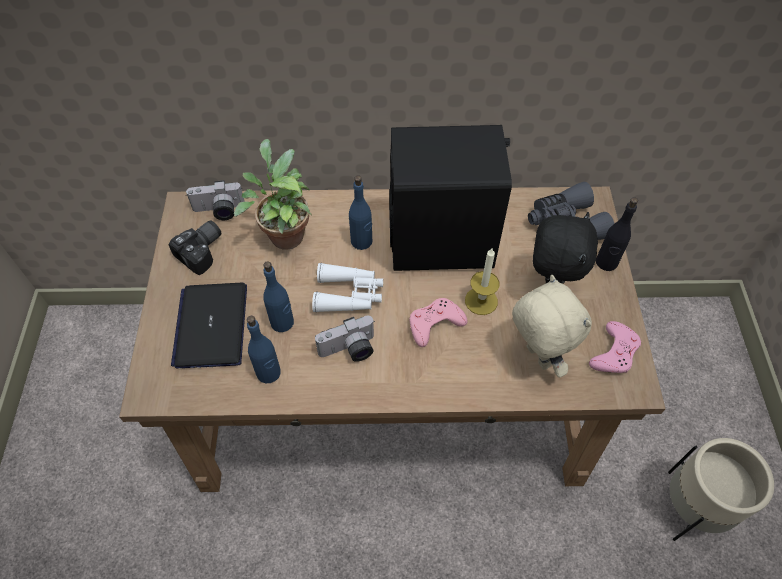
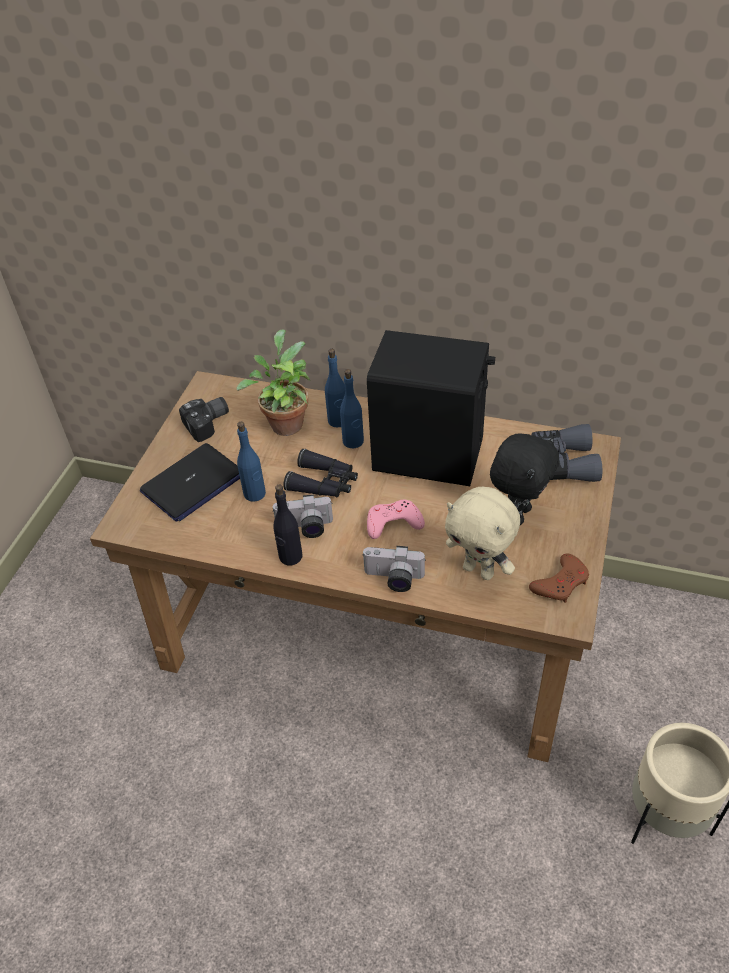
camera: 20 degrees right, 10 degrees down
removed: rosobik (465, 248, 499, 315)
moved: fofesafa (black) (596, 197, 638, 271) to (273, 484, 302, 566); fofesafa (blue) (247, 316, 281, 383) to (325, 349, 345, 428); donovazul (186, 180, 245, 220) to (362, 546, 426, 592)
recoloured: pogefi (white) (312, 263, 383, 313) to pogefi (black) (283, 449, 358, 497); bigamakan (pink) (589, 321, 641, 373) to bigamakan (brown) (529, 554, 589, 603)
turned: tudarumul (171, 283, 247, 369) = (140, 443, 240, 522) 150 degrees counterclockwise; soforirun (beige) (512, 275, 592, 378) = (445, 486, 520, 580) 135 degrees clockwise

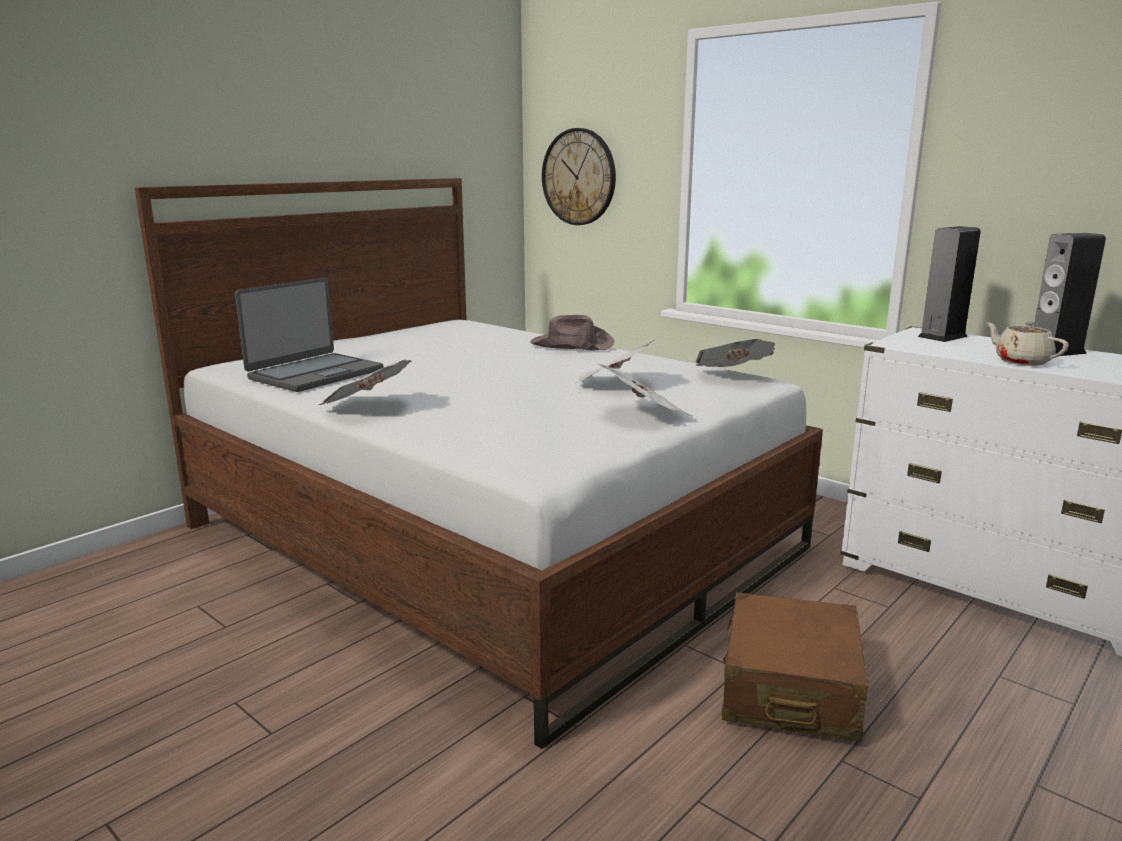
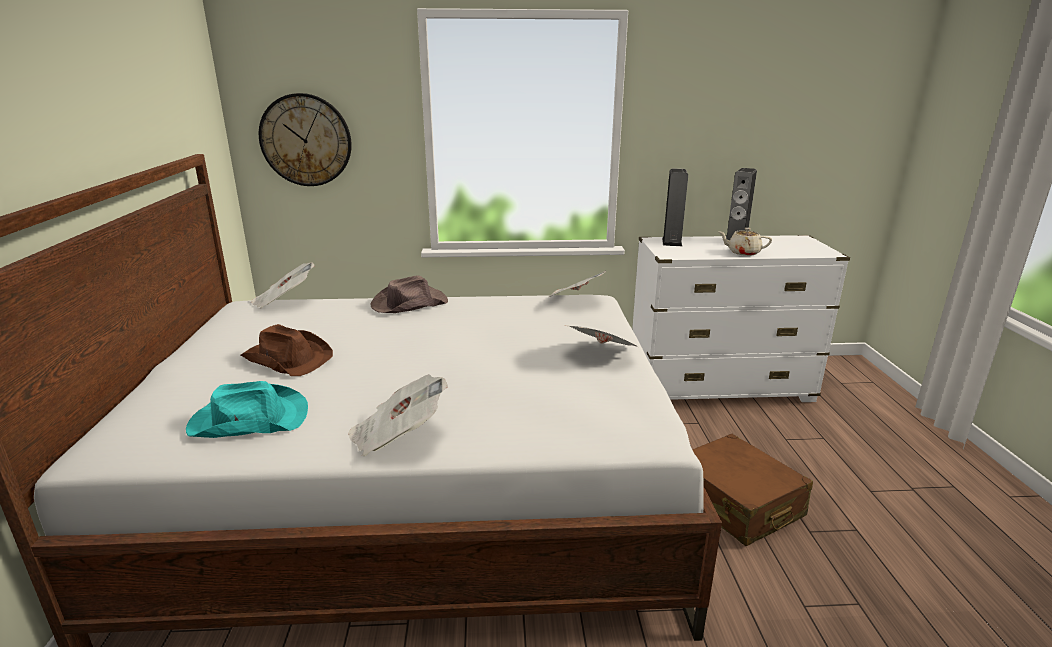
camera: 45 degrees left, 5 degrees up
added: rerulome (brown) (241, 324, 333, 376)
moved: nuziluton (576, 339, 657, 383) to (251, 262, 314, 309)
replaced: tudarumul (235, 278, 383, 392) to rerulome (turquoise) (186, 381, 308, 438)

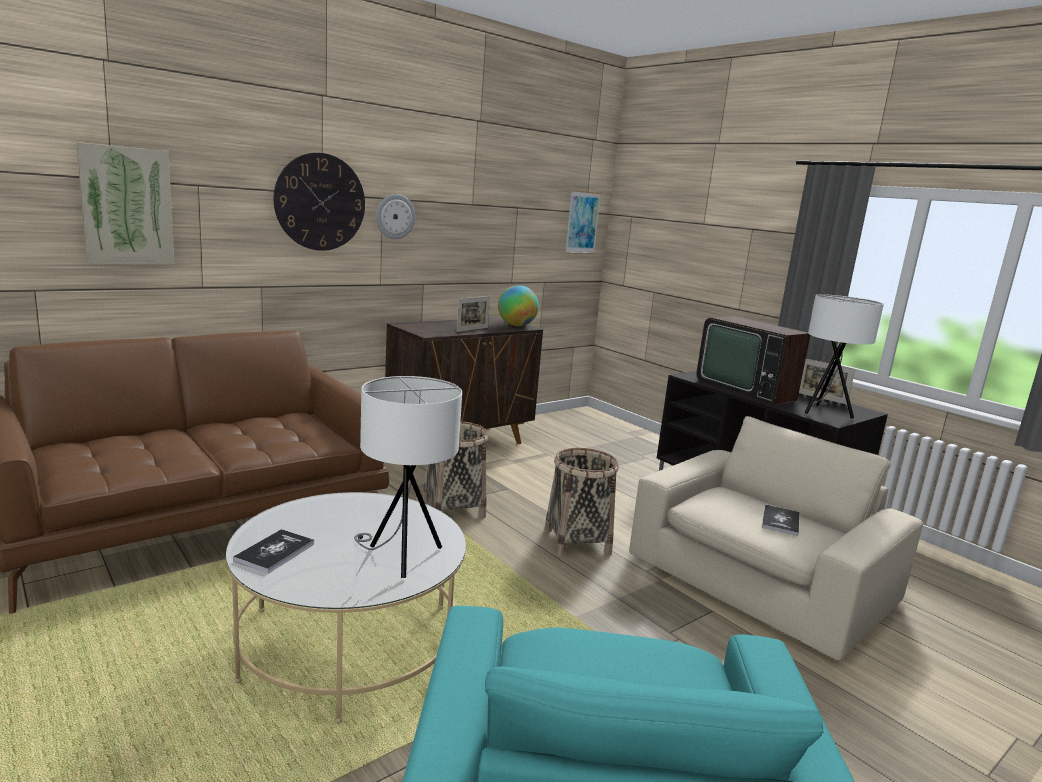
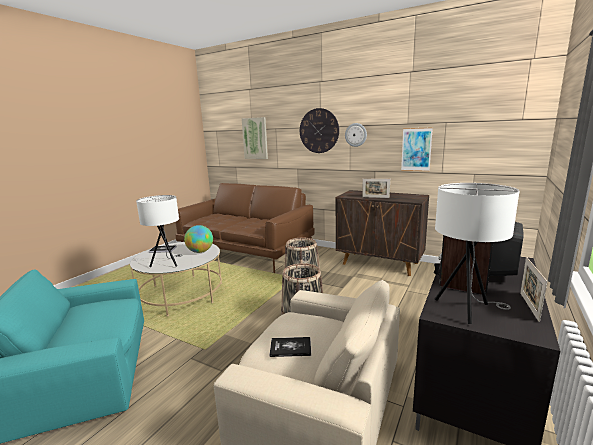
camera: 70 degrees right, 0 degrees up
moved: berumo (498, 285, 539, 326) to (184, 225, 213, 253); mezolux (565, 190, 601, 254) to (401, 127, 433, 171)

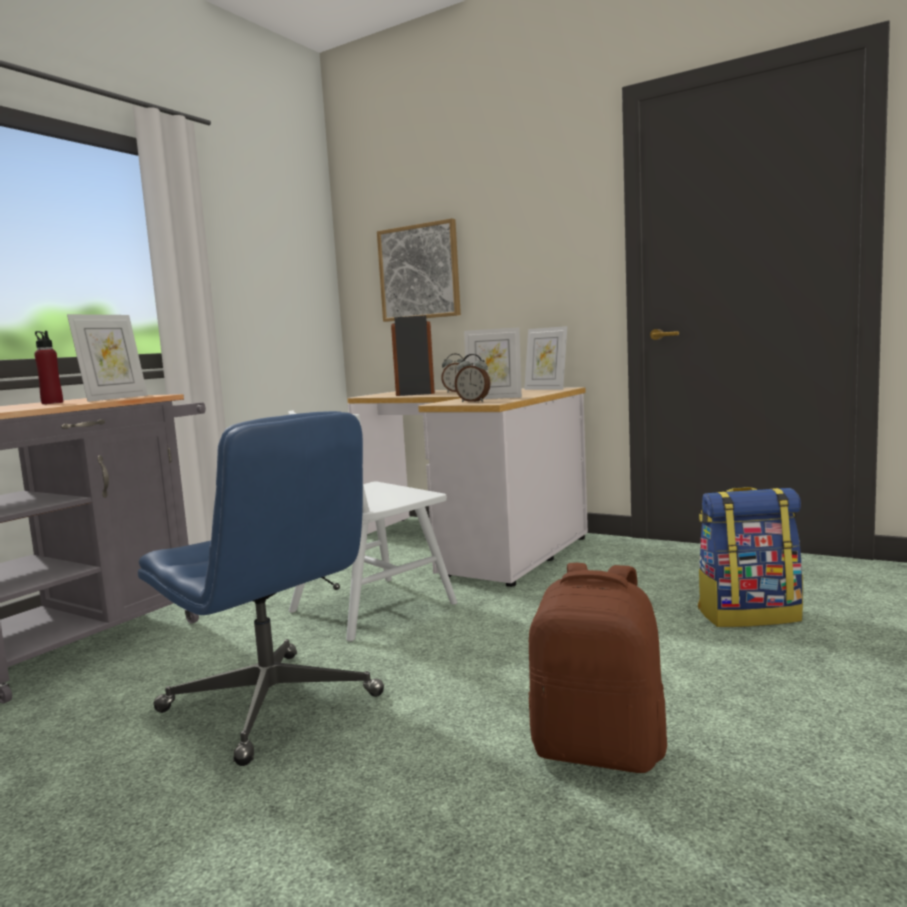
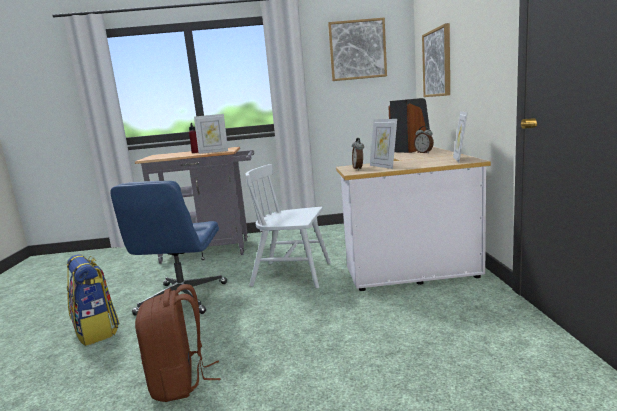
camera: 55 degrees right, 5 degrees up
added: mezolux (328, 18, 387, 81)
moved: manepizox (698, 487, 803, 627) to (67, 254, 120, 346)

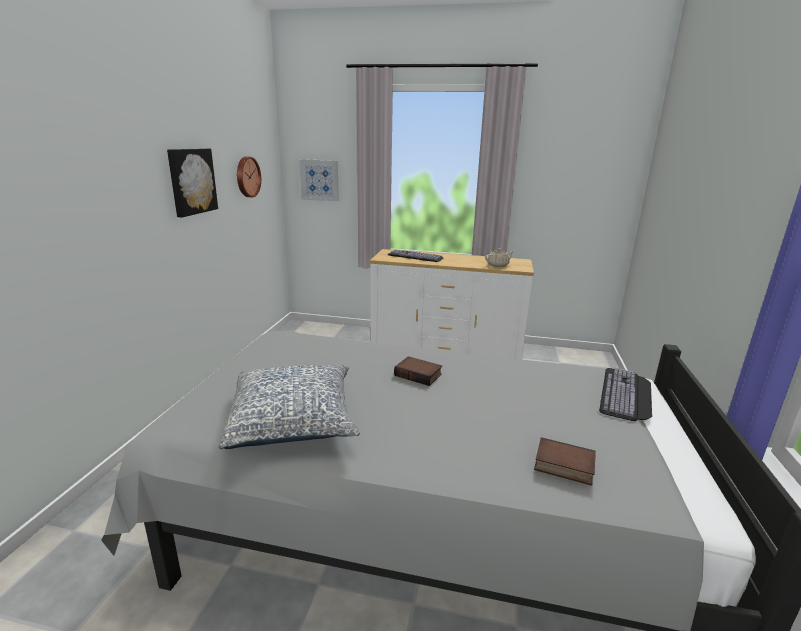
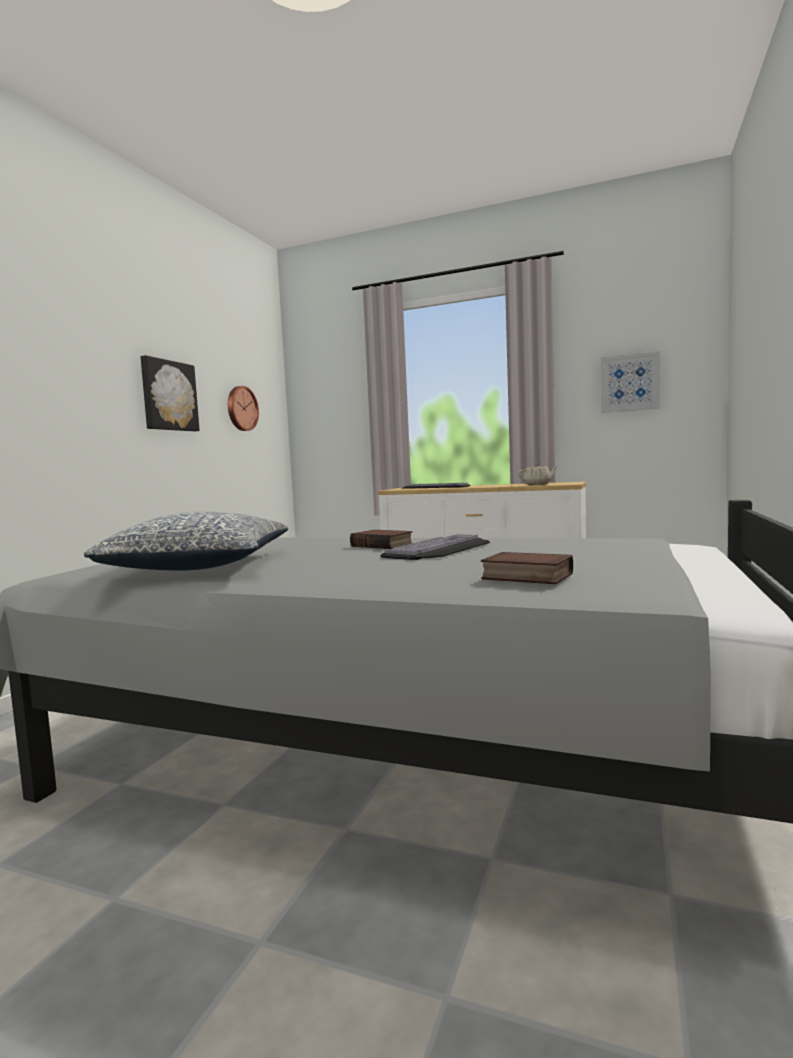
camera: 10 degrees right, 15 degrees down
moved: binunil (599, 368, 652, 421) to (380, 534, 490, 560); mezolux (299, 159, 339, 201) to (601, 351, 660, 413)

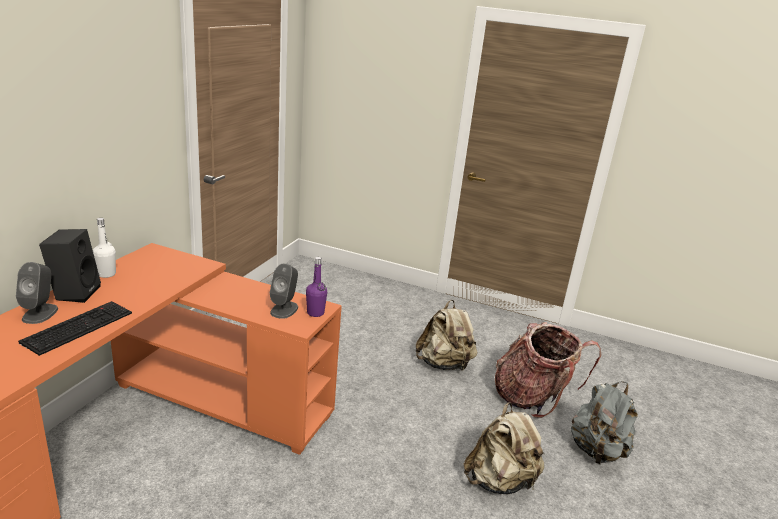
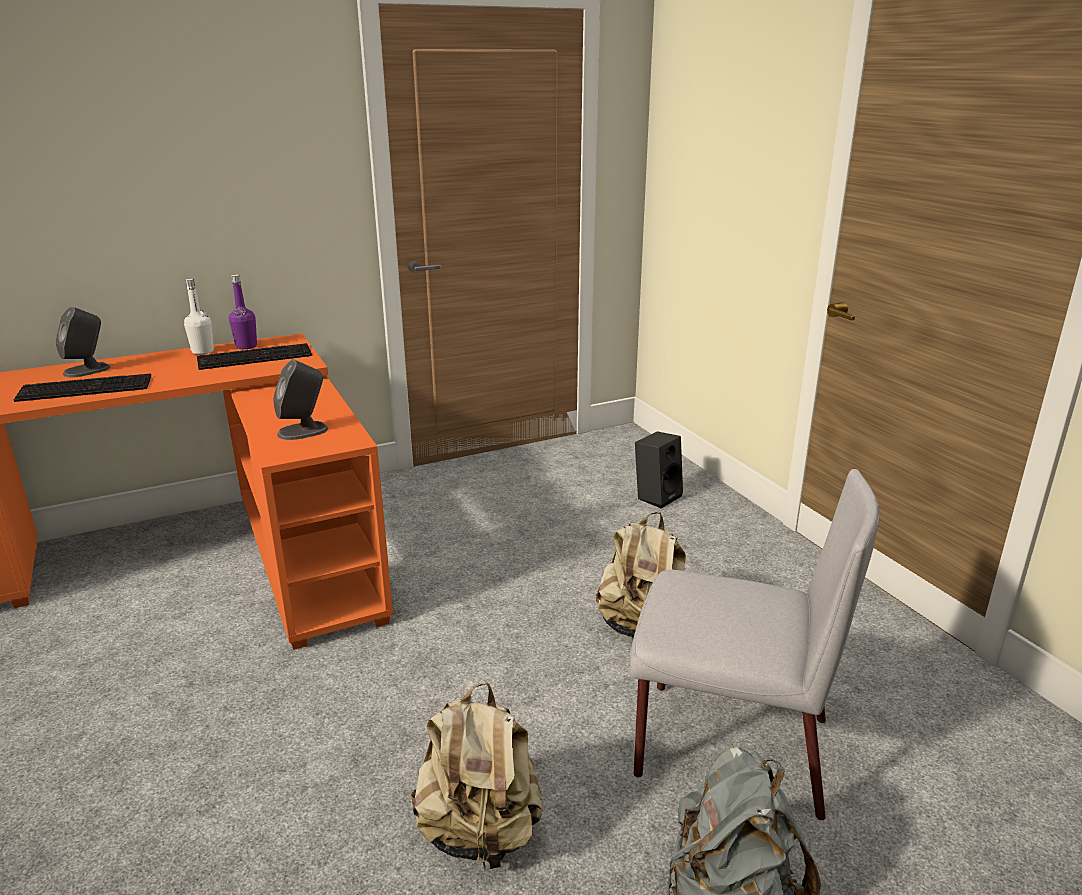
camera: 45 degrees right, 0 degrees up
added: binunil (197, 343, 312, 370)
moved: fofesafa (purple) (306, 257, 327, 317) to (229, 274, 257, 349); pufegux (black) (39, 229, 101, 303) to (635, 431, 683, 508)
replaced: manepizox (495, 322, 601, 418) to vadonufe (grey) (630, 469, 880, 820)

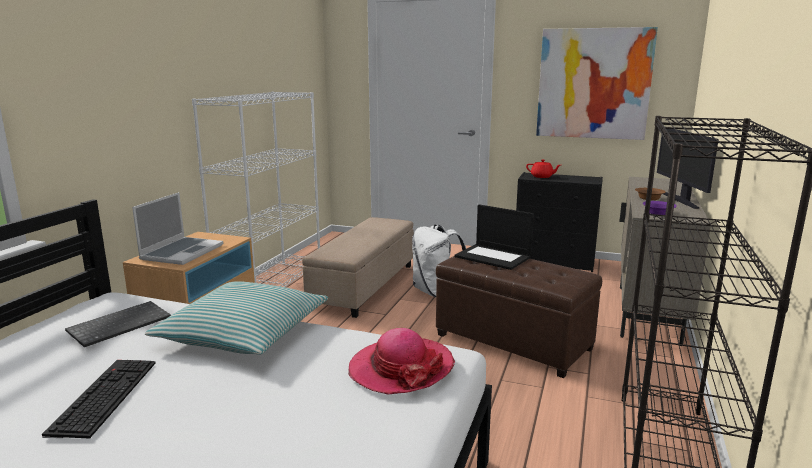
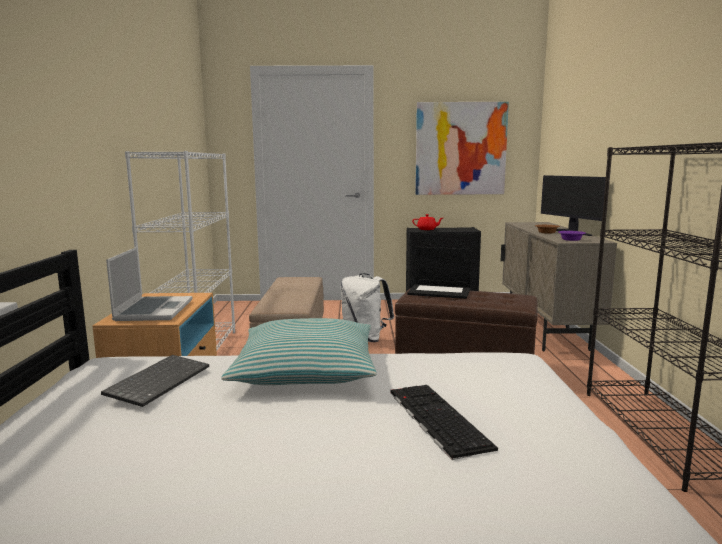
camera: 20 degrees left, 5 degrees down
removed: rerulome (348, 328, 455, 394)
moved: binunil (42, 360, 156, 438) to (390, 385, 498, 460)

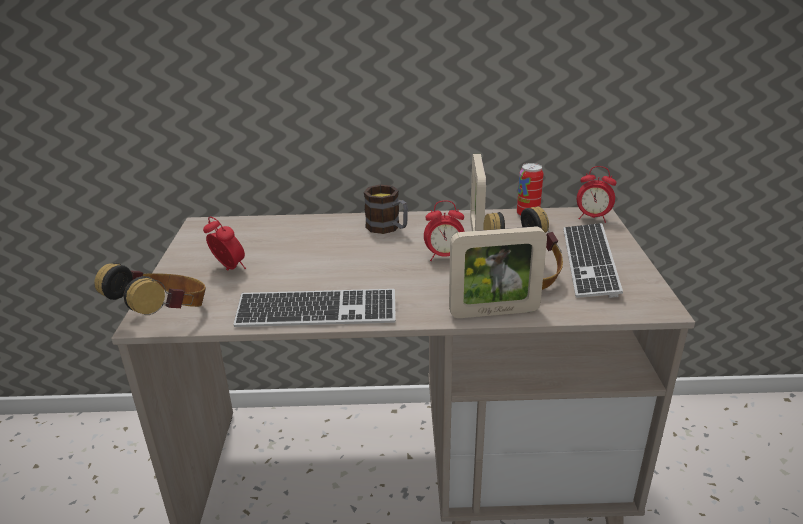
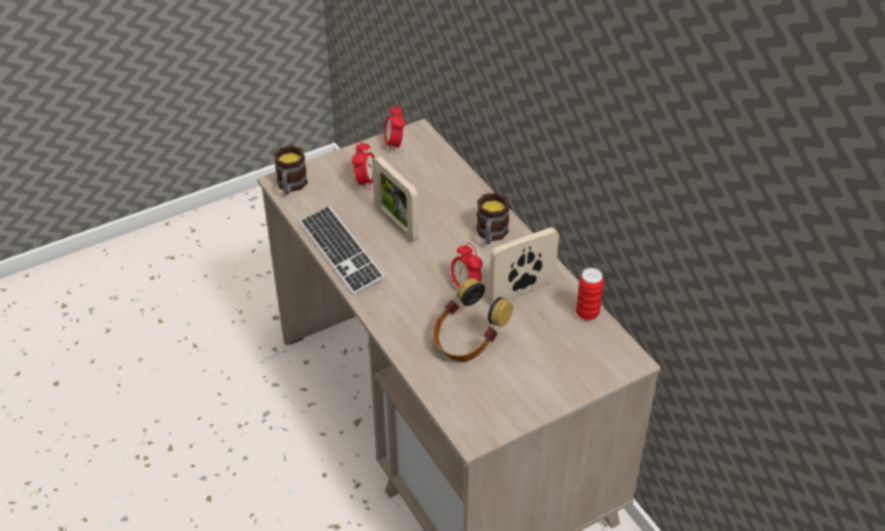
camera: 60 degrees right, 15 degrees up
removed: binunil (563, 223, 623, 298)
moved: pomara (449, 226, 547, 318) to (372, 156, 419, 242); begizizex (577, 166, 616, 223) to (384, 104, 405, 152)
replaced: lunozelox (94, 262, 206, 315) to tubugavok (274, 145, 308, 194)

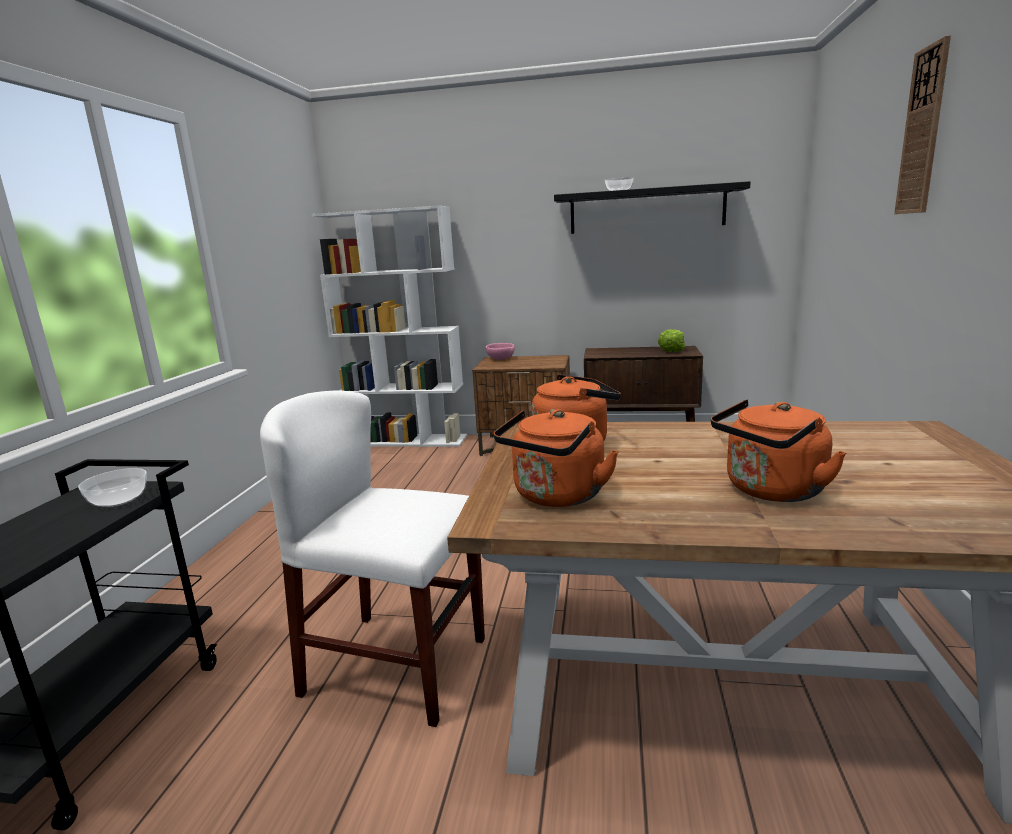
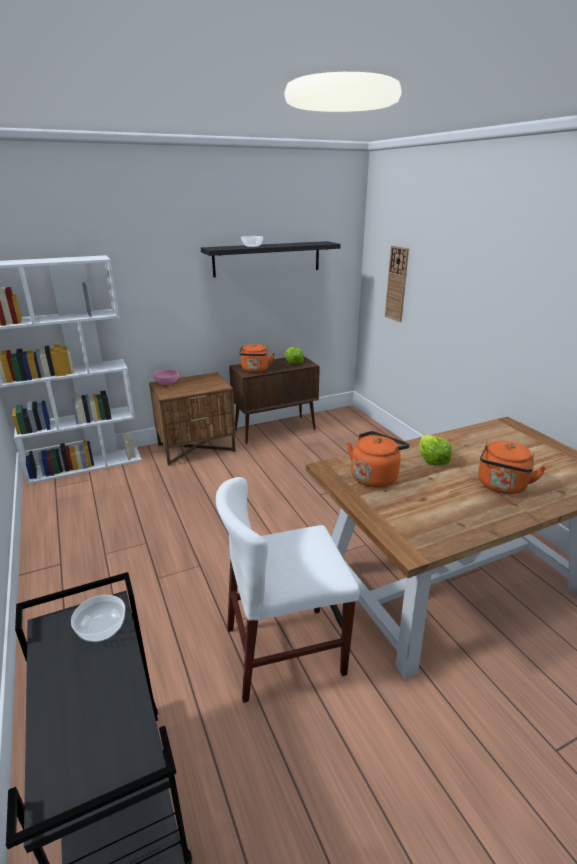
camera: 35 degrees left, 10 degrees up
added: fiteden (420, 434, 452, 466)
moved: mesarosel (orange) (494, 409, 619, 507) to (239, 343, 275, 373); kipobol (894, 35, 951, 214) to (385, 246, 409, 322)

